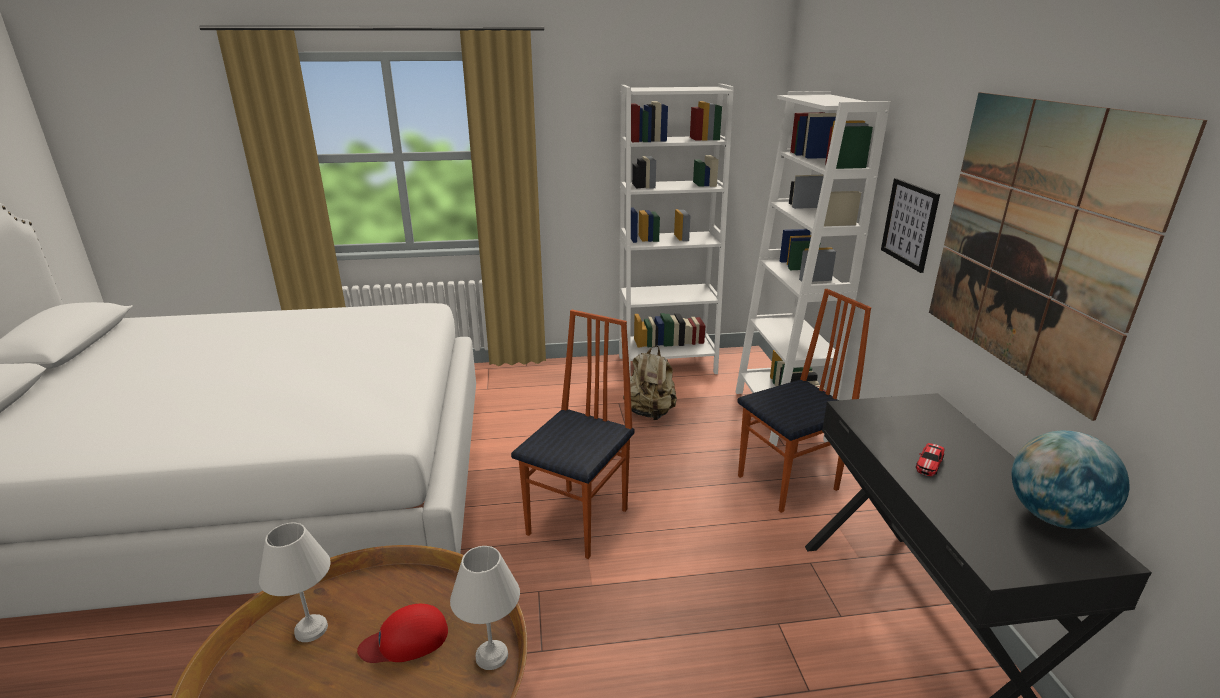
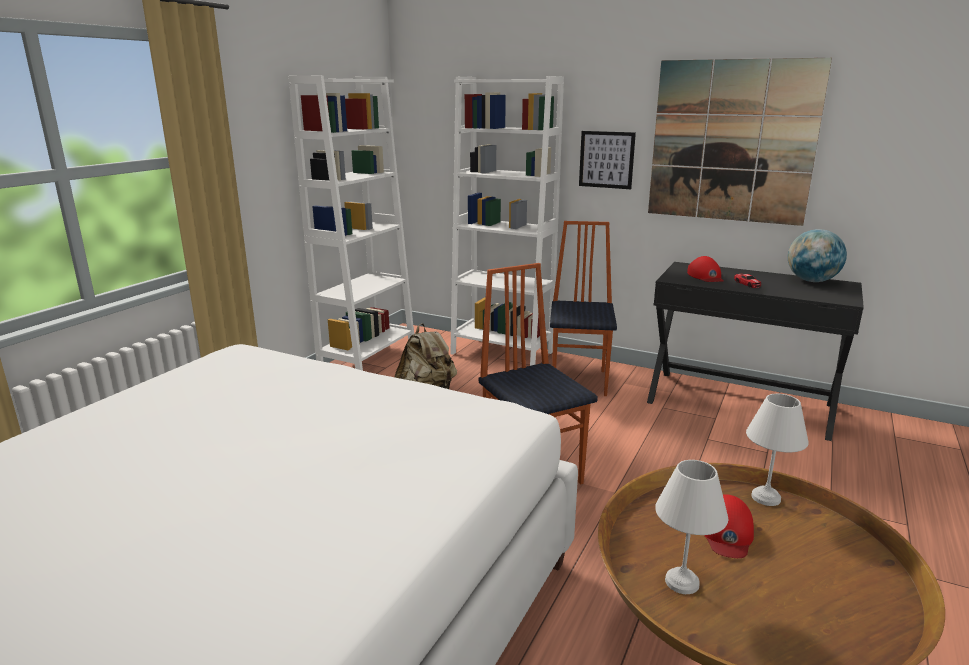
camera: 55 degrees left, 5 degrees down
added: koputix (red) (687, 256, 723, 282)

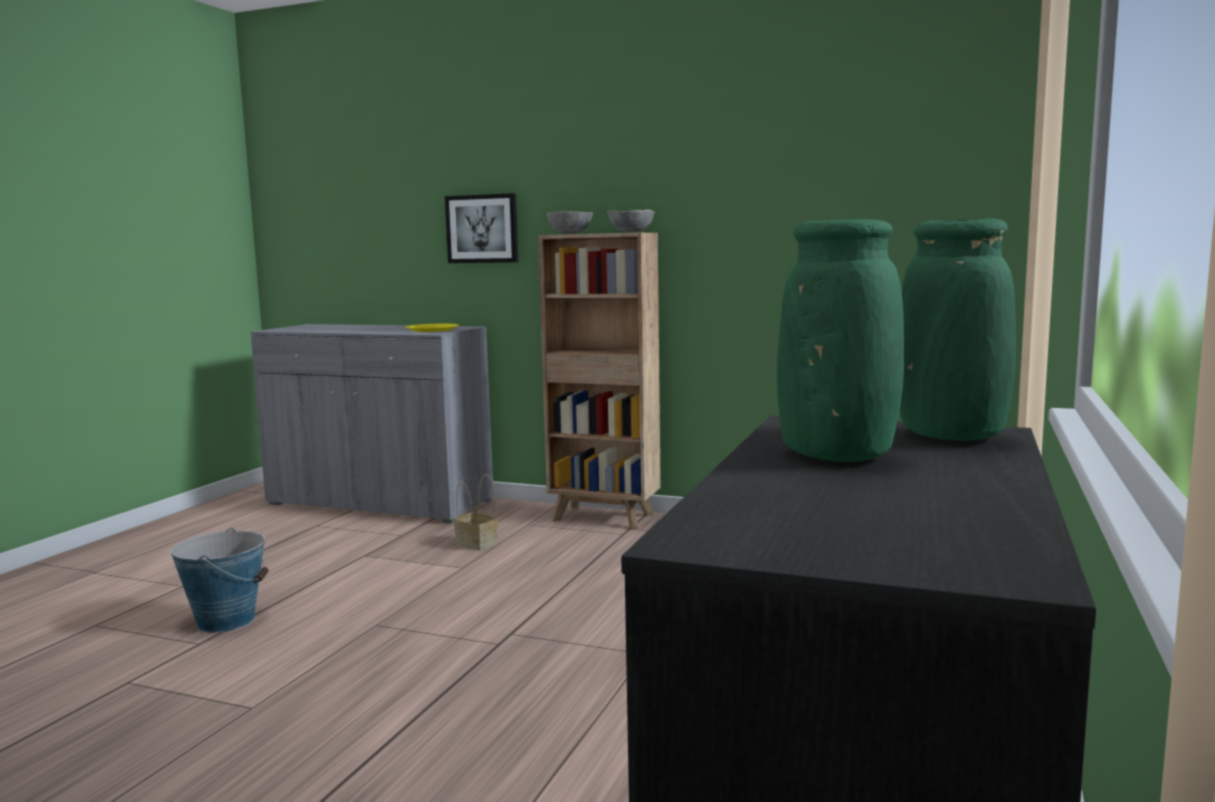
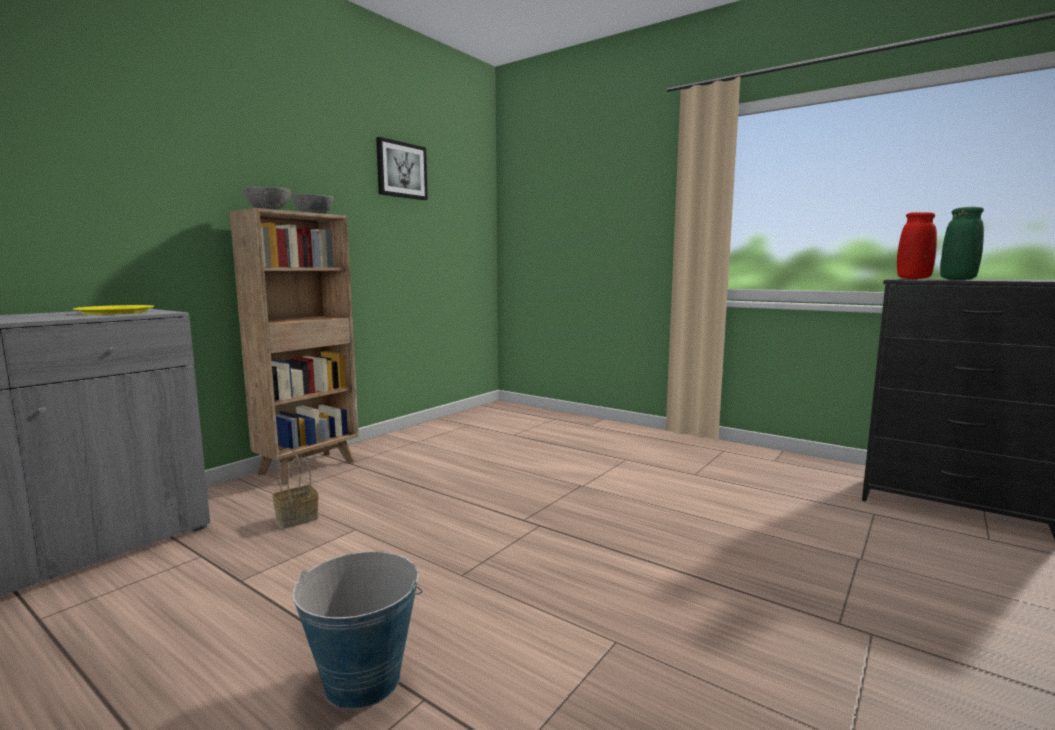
camera: 75 degrees left, 0 degrees up
moved: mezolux (445, 193, 518, 263) to (376, 137, 428, 200)
recoloured: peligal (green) (900, 218, 1016, 441) to peligal (red) (897, 212, 937, 279)

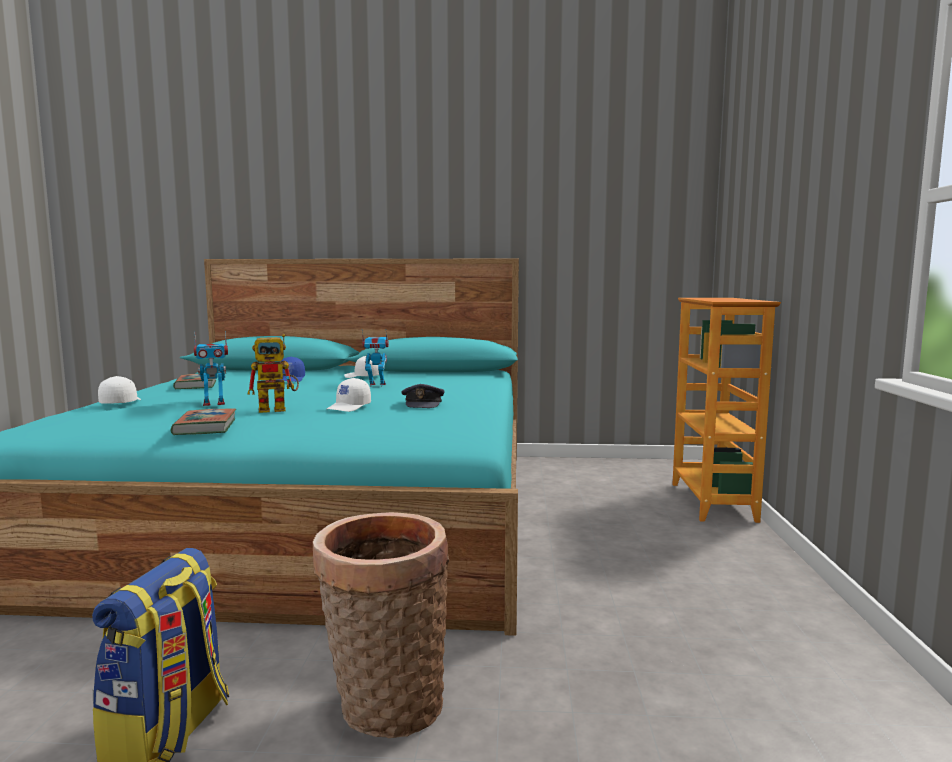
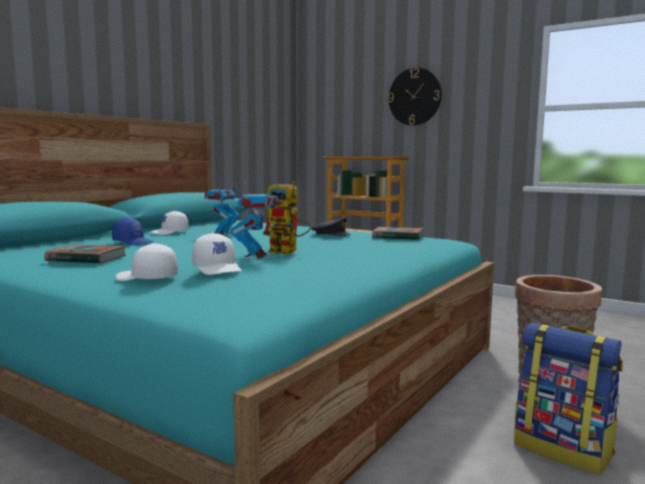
camera: 60 degrees left, 0 degrees up
added: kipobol (388, 67, 442, 126)
moved: koputix (white) (327, 378, 371, 412) to (192, 233, 242, 275); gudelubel (171, 408, 236, 435) to (372, 227, 423, 240)
turned: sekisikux (247, 334, 299, 413) = (262, 181, 312, 255) 105 degrees clockwise

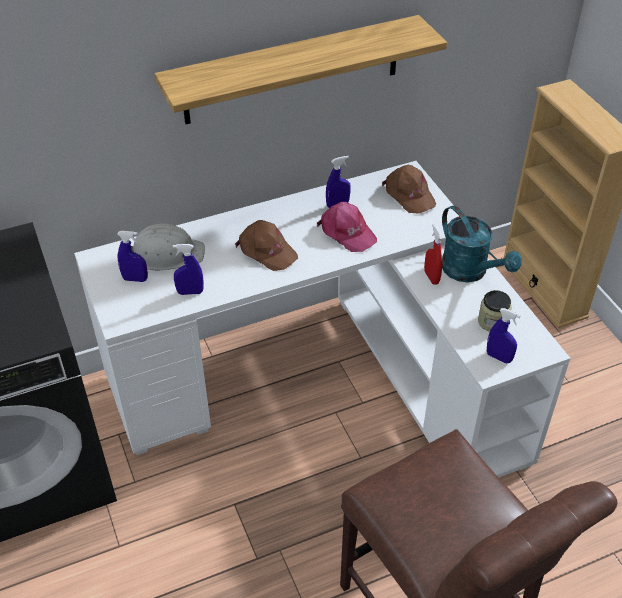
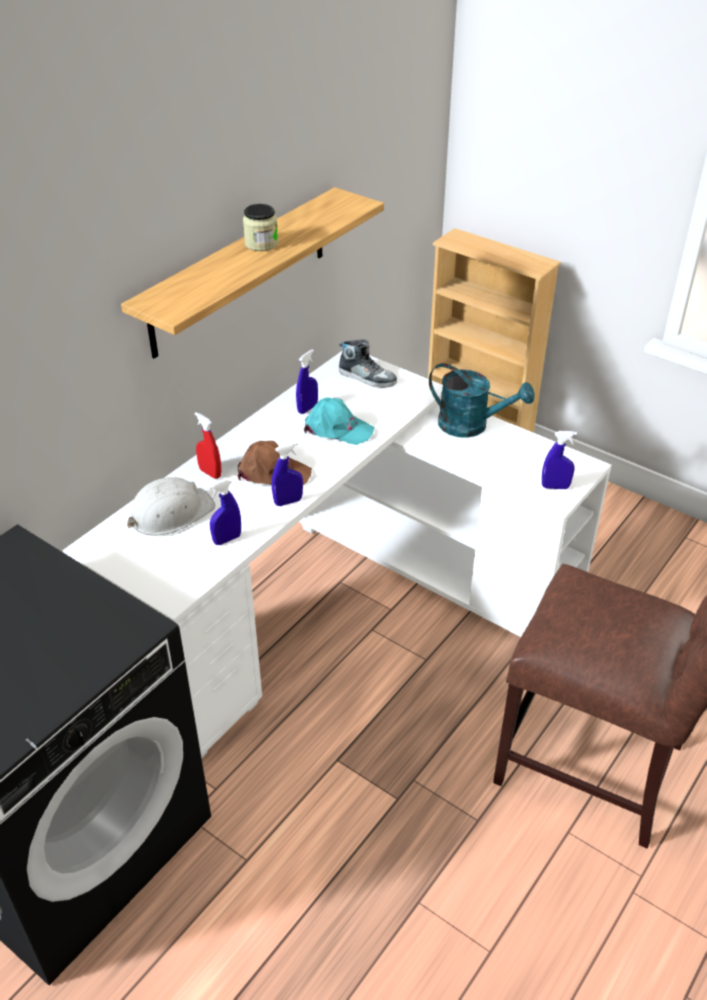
camera: 30 degrees left, 5 degrees down
moved: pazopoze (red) (424, 224, 443, 285) to (195, 412, 221, 479); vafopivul (478, 290, 512, 332) to (243, 204, 278, 251); pazopoze (blue) (117, 231, 148, 282) to (272, 442, 303, 506)
replaced: koputix (brown) (382, 165, 436, 214) to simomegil (339, 339, 397, 388)
recoloured: koputix (pink) (317, 202, 377, 252) to koputix (turquoise) (304, 397, 375, 445)

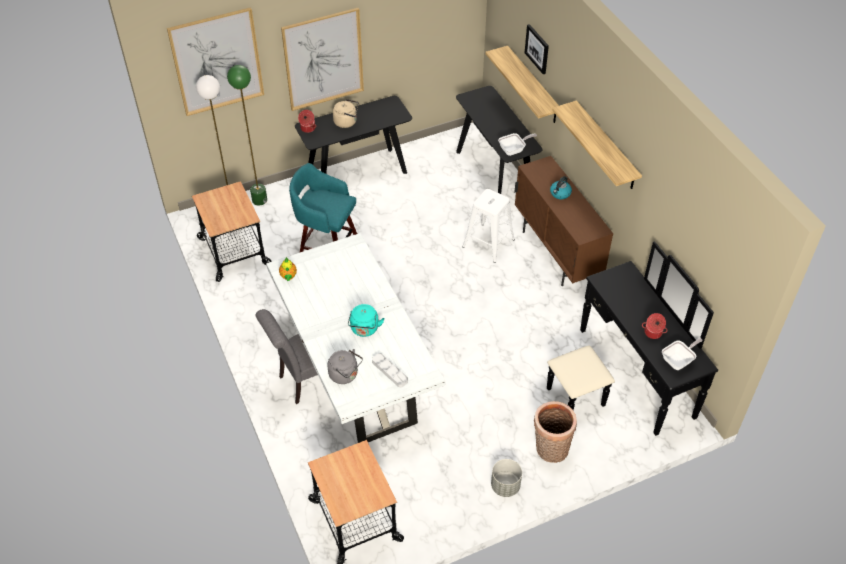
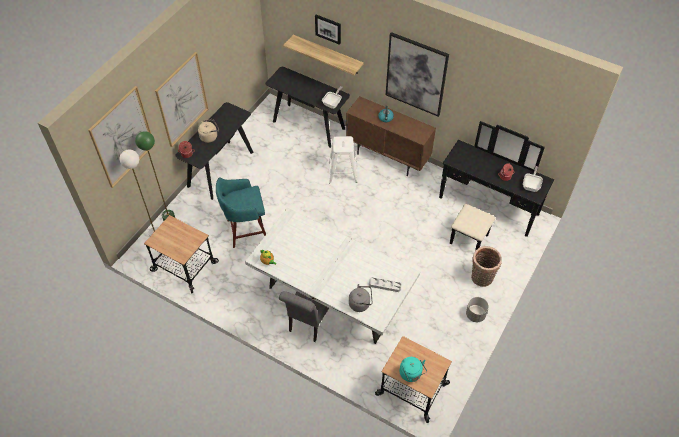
camera: 35 degrees left, 5 degrees up
moved: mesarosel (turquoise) (348, 304, 385, 337) to (399, 357, 427, 382)
replaced: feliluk (552, 100, 642, 189) to mezolux (386, 32, 449, 117)

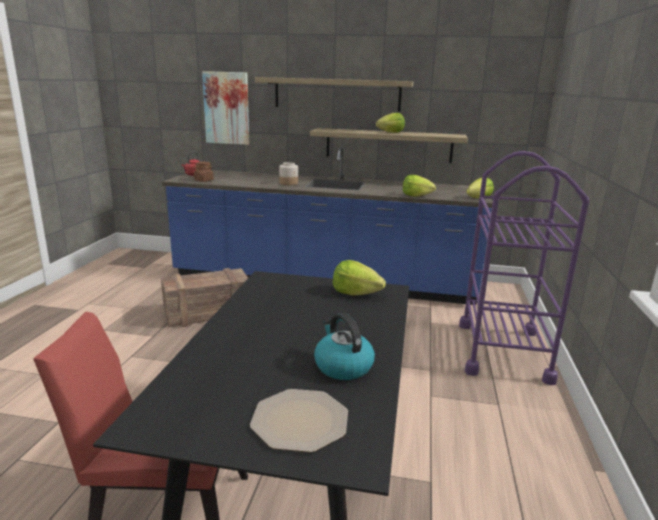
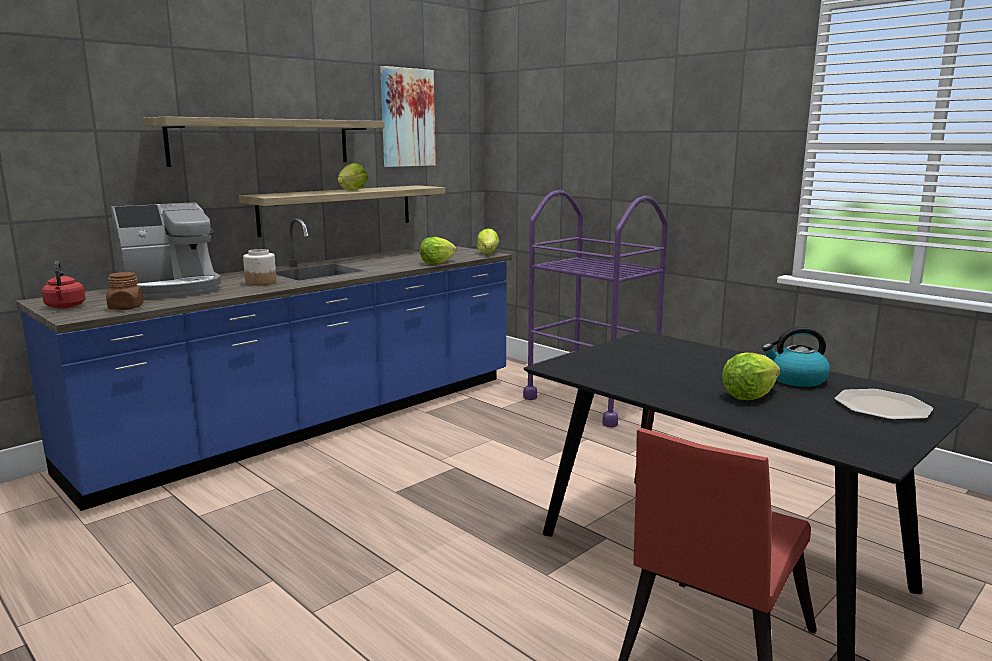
camera: 55 degrees left, 5 degrees down
removed: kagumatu (161, 268, 248, 327)
added: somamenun (110, 202, 221, 298)
moved: mezolux (202, 71, 249, 145) to (380, 66, 436, 167); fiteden (333, 260, 386, 295) to (722, 353, 780, 400)

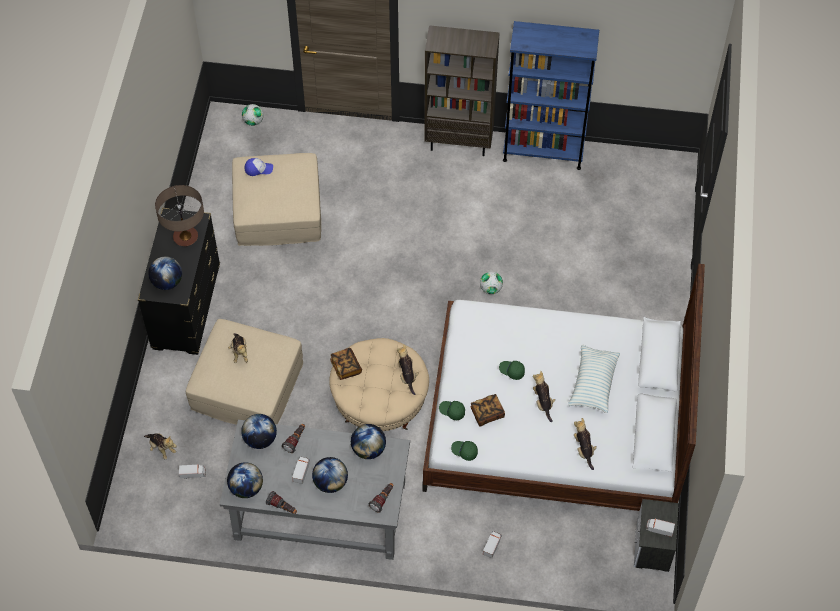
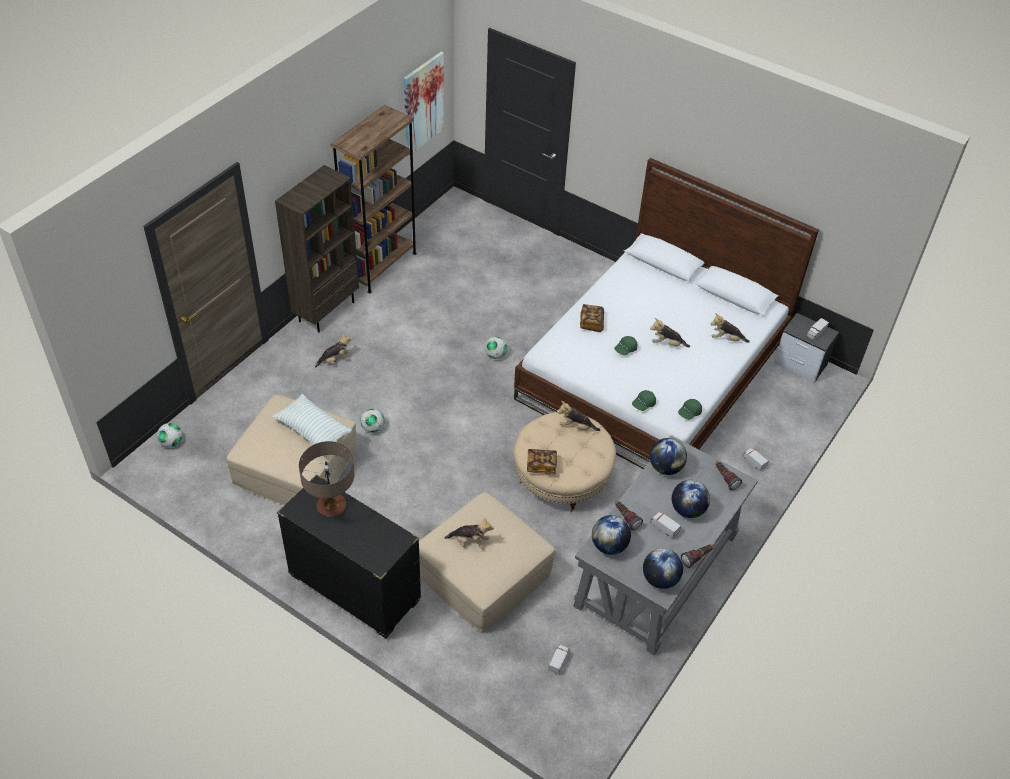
camera: 65 degrees left, 10 degrees down
removed: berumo (148, 257, 182, 290); koputix (245, 158, 273, 176)
added: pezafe (360, 409, 385, 433); mezolux (404, 52, 444, 156)
moved: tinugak (568, 345, 620, 413) to (272, 394, 352, 445); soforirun (144, 433, 177, 459) to (315, 333, 351, 368); gudelubel (470, 394, 505, 427) to (580, 304, 604, 332)
recoloured: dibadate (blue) (503, 21, 599, 170) to dibadate (brown) (330, 105, 417, 293)

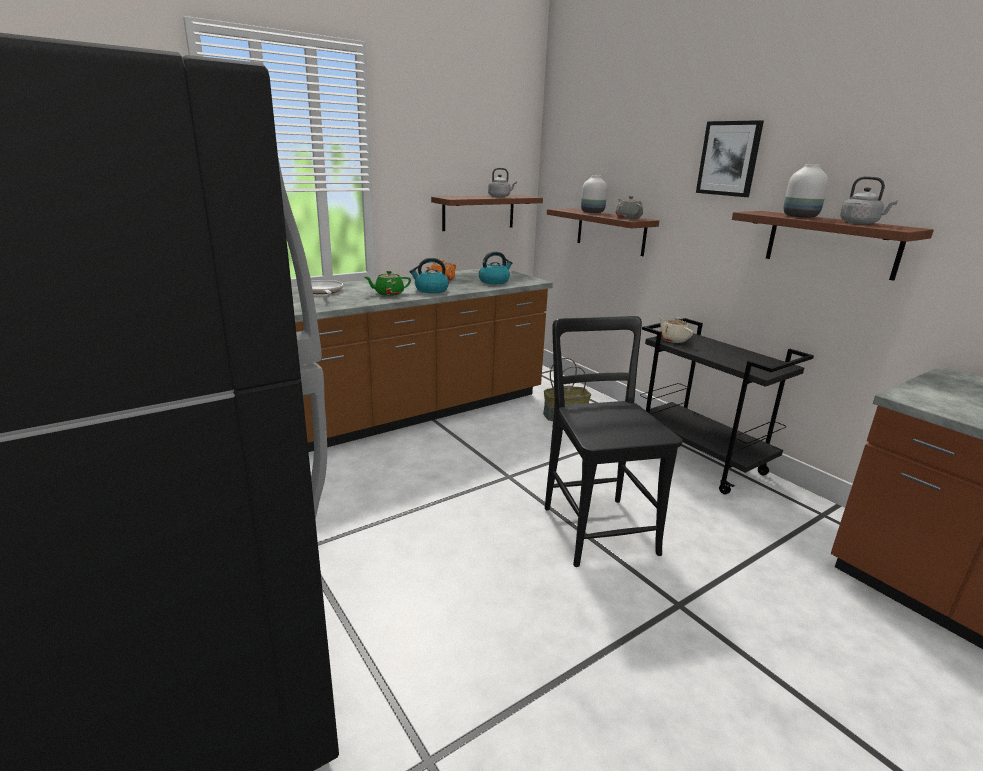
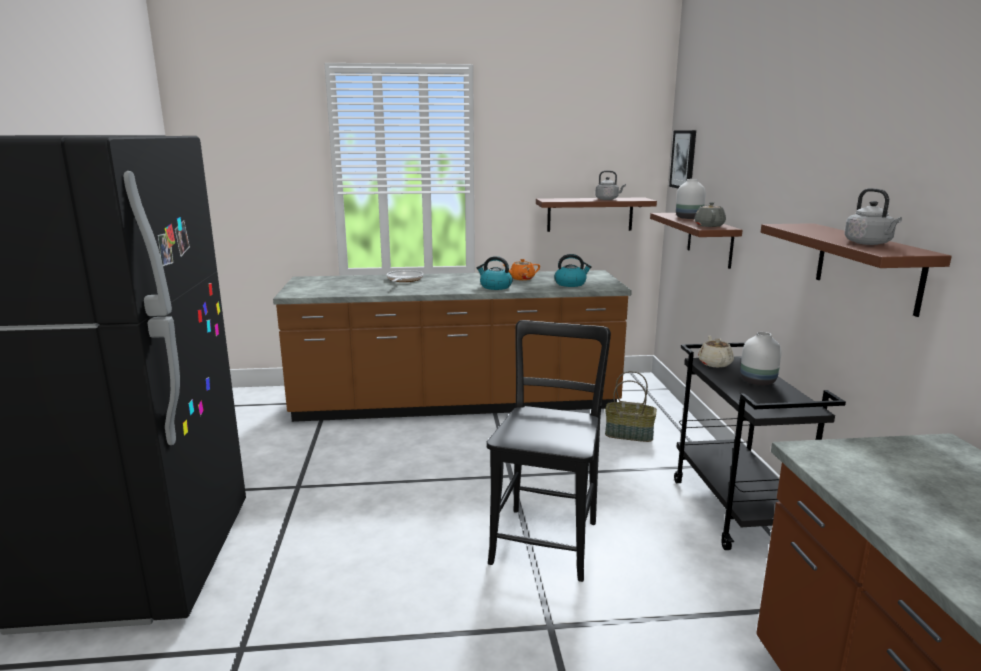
camera: 30 degrees right, 5 degrees down
removed: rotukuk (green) (365, 271, 411, 296)
moved: mezolux (696, 120, 764, 197) to (669, 130, 696, 189); peligal (white) (784, 164, 828, 218) to (740, 332, 781, 385)

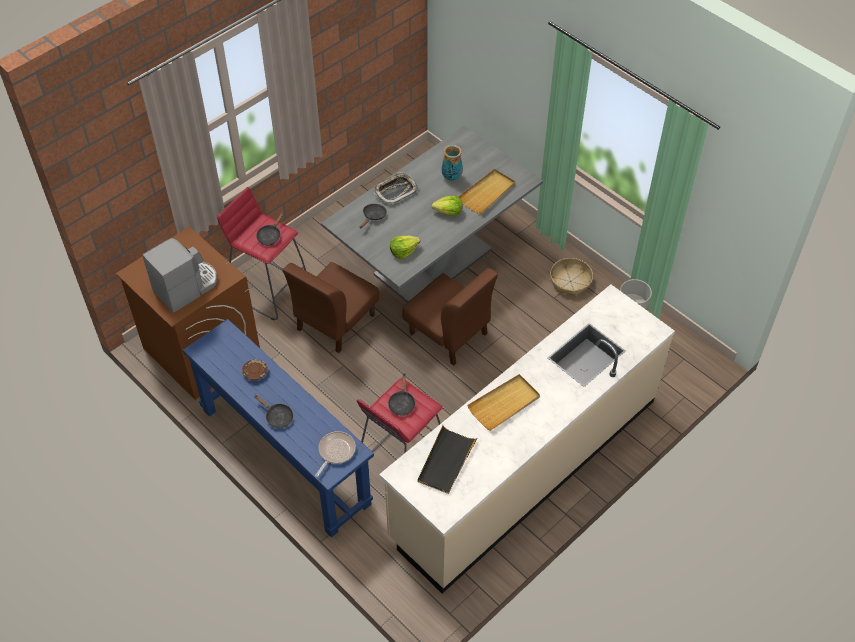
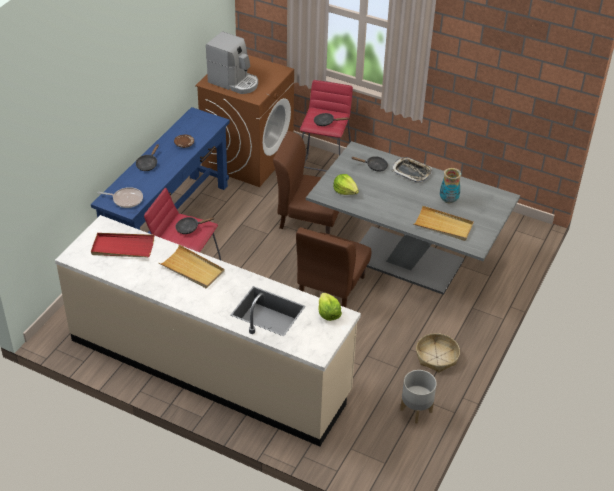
camera: 70 degrees right, 10 degrees down
moved: fiteden (431, 196, 463, 216) to (318, 292, 342, 321)
recoloured: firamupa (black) (417, 425, 478, 494) to firamupa (red) (91, 233, 154, 258)

